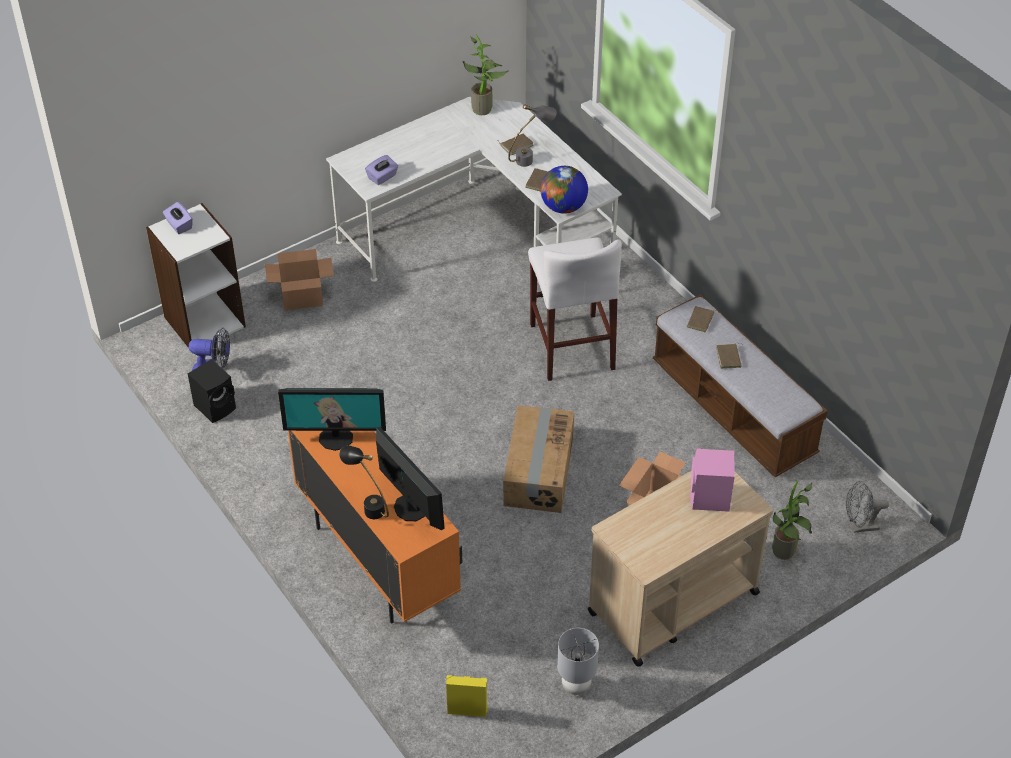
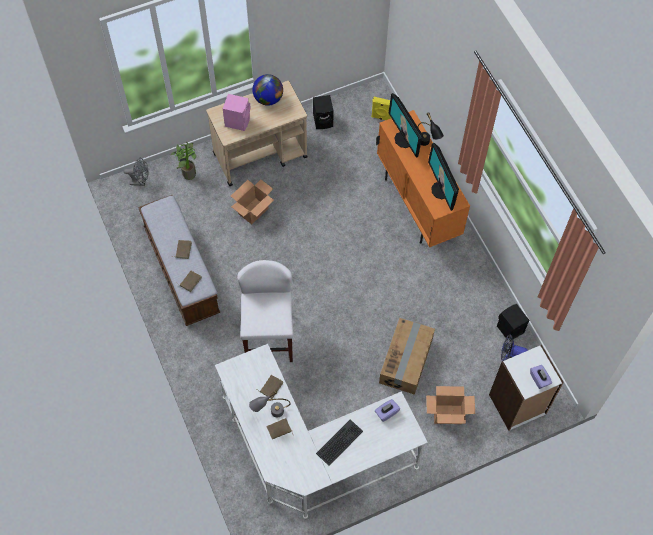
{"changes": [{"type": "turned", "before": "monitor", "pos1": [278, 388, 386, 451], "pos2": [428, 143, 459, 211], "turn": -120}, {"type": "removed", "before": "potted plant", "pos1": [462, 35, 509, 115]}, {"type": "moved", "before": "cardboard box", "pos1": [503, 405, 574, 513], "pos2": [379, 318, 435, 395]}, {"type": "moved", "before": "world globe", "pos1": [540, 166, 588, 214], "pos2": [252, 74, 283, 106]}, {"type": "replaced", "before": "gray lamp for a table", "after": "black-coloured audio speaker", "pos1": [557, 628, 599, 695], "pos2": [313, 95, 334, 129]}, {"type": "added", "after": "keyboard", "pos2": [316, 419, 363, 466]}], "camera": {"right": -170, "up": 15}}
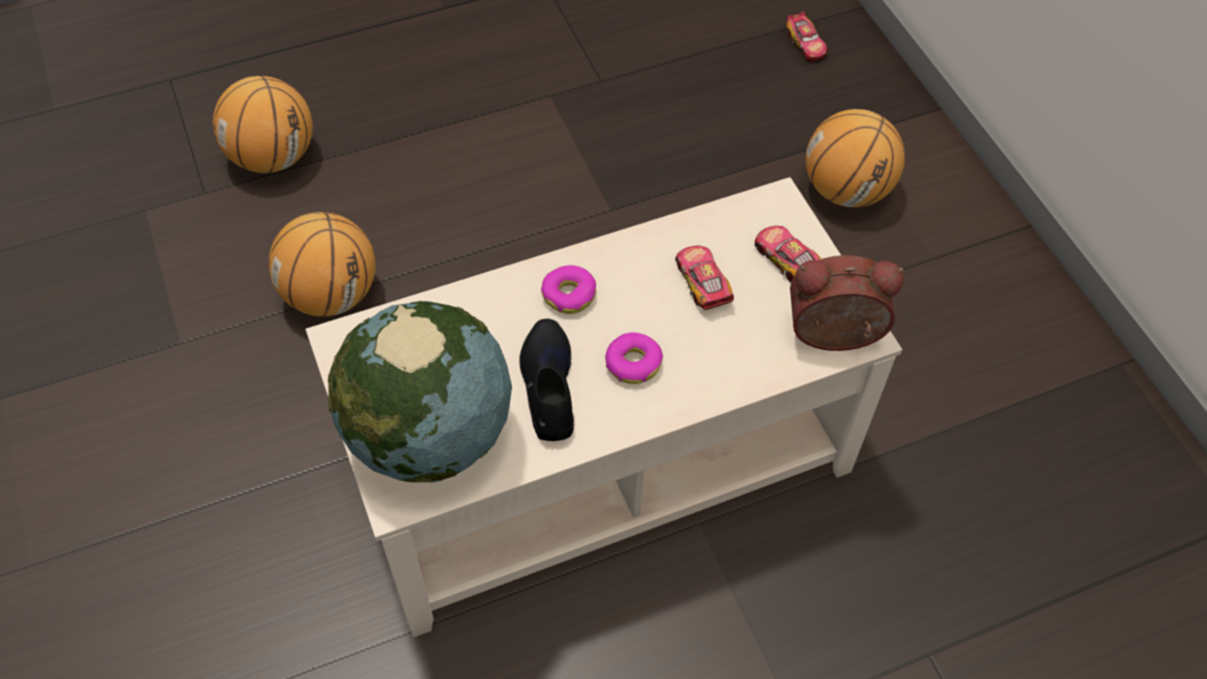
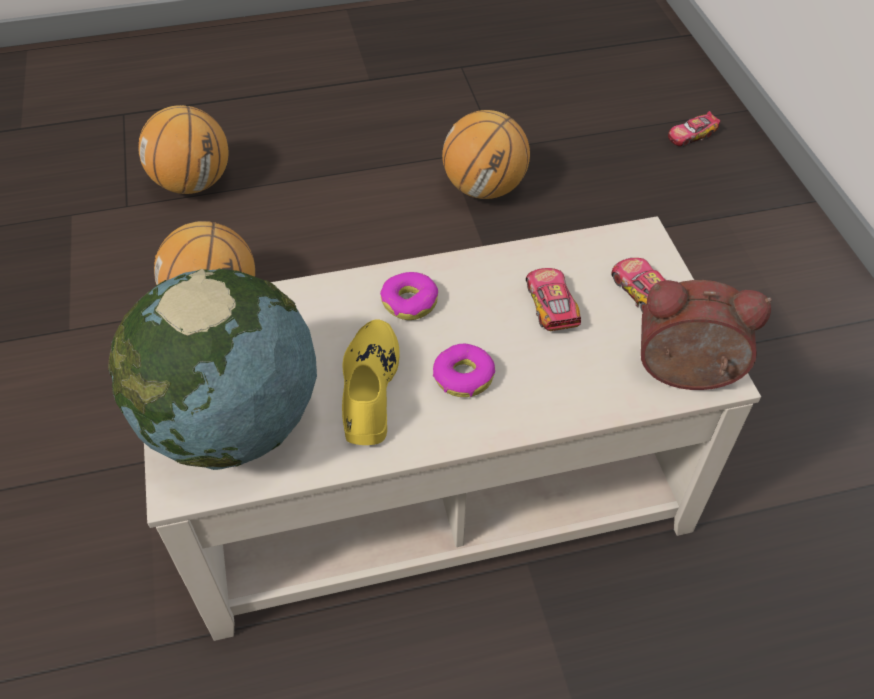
{"changes": [{"type": "recoloured", "before": "black-coloured low shoe", "after": "yellowish low shoe", "pos1": [519, 319, 574, 441], "pos2": [342, 319, 400, 445]}, {"type": "turned", "before": "toy car", "pos1": [786, 11, 827, 62], "pos2": [668, 111, 720, 146], "turn": 75}, {"type": "moved", "before": "basketball ball", "pos1": [806, 109, 905, 208], "pos2": [442, 110, 530, 199]}], "camera": {"right": 10, "up": -5}}
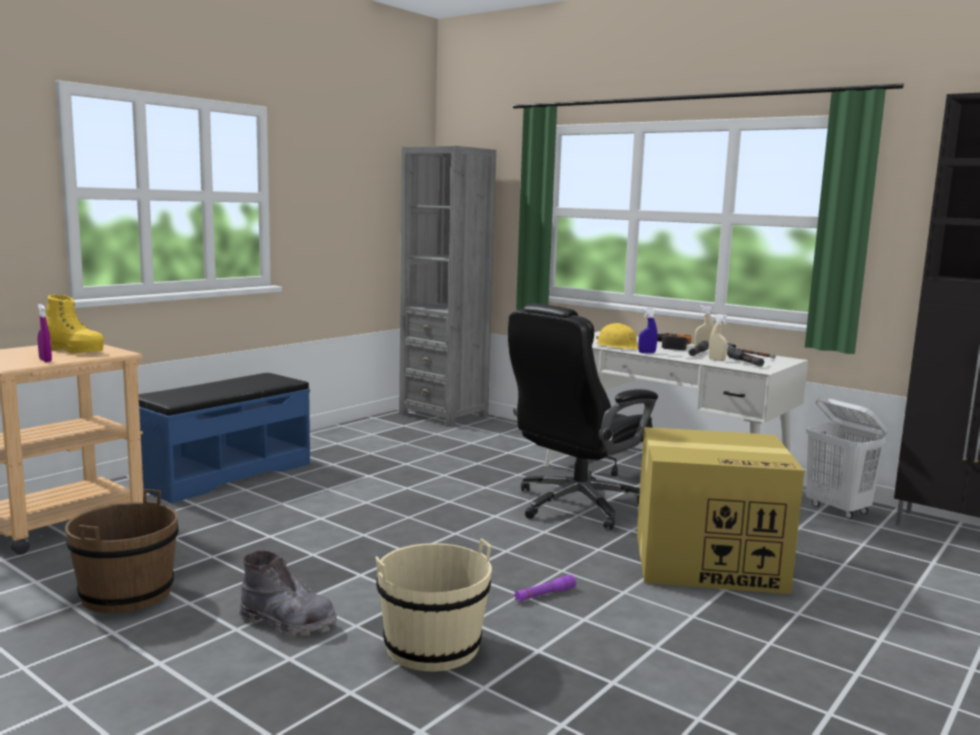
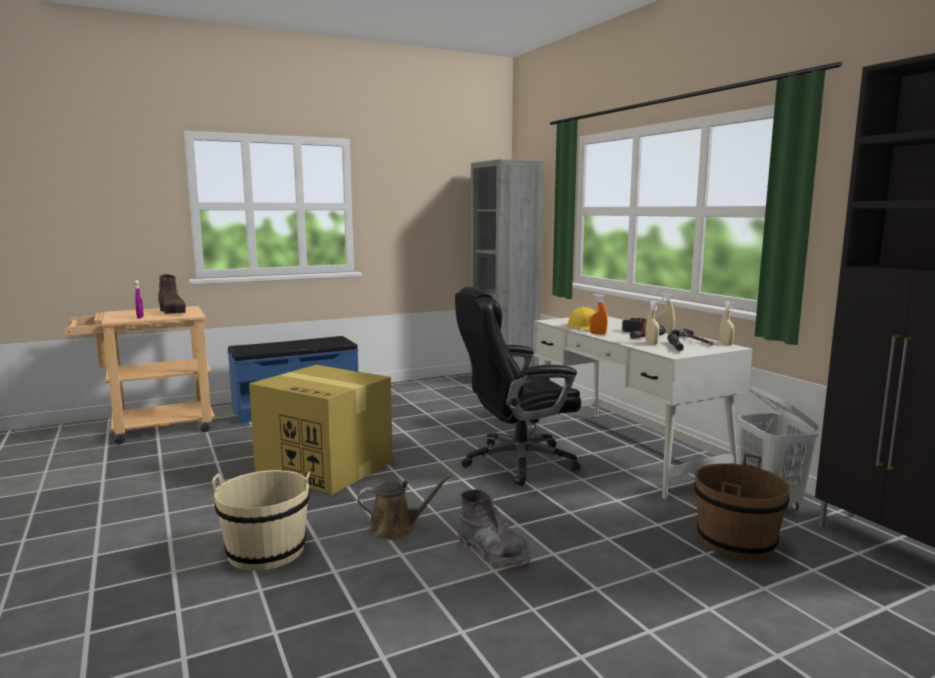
{"changes": [{"type": "recoloured", "before": "yellowish boot", "after": "brownish boot", "pos1": [46, 295, 104, 354], "pos2": [158, 274, 186, 314]}, {"type": "moved", "before": "brownish bucket", "pos1": [65, 489, 179, 613], "pos2": [694, 454, 791, 560]}, {"type": "moved", "before": "gray boot", "pos1": [239, 550, 337, 637], "pos2": [458, 489, 531, 567]}, {"type": "replaced", "before": "purplish hand torch", "after": "brownish watering can", "pos1": [514, 575, 576, 602], "pos2": [358, 474, 452, 540]}, {"type": "moved", "before": "cardboard box", "pos1": [637, 427, 805, 594], "pos2": [249, 365, 393, 494]}, {"type": "recoloured", "before": "blue-coloured hand sprayer", "after": "orange hand sprayer", "pos1": [638, 308, 658, 353], "pos2": [589, 294, 608, 335]}, {"type": "added", "after": "sand-coloured hand sprayer", "pos2": [719, 301, 734, 345]}], "camera": {"right": 25, "up": 0}}
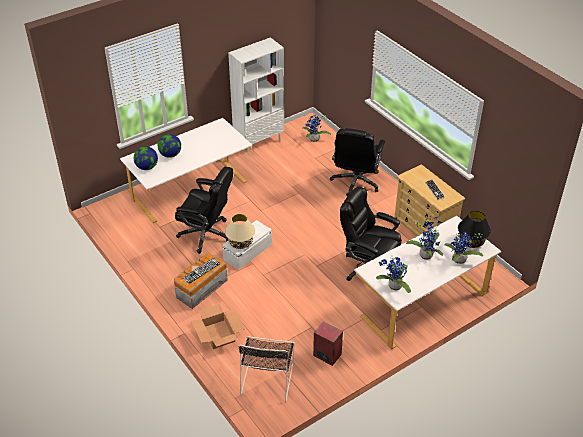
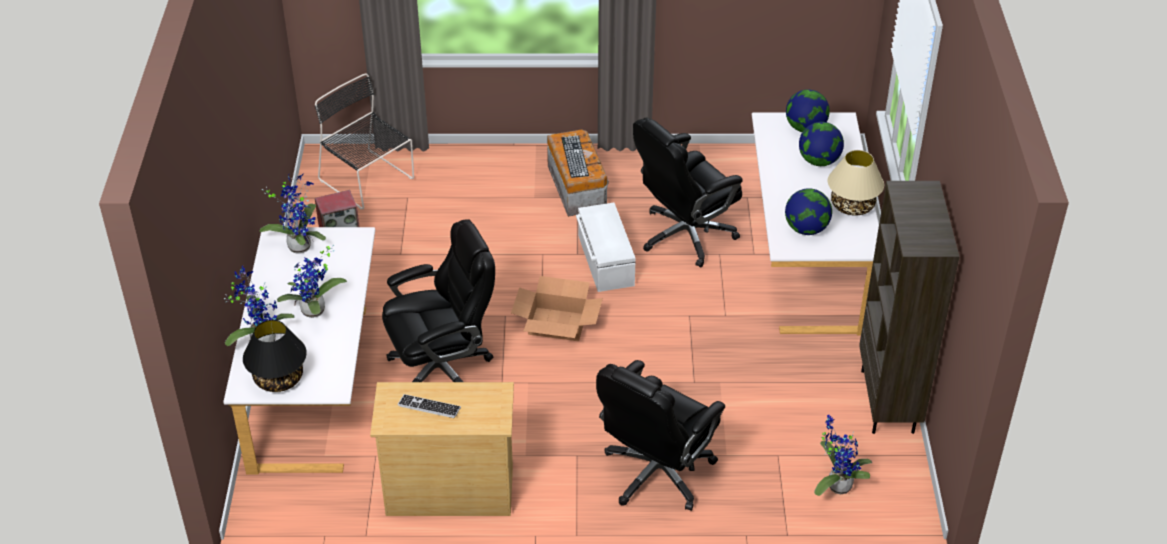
{"changes": [{"type": "moved", "before": "cardboard box", "pos1": [191, 304, 245, 349], "pos2": [511, 276, 603, 341]}, {"type": "moved", "before": "sand-coloured lamp for a table", "pos1": [225, 214, 255, 249], "pos2": [828, 150, 884, 216]}, {"type": "recoloured", "before": "white bookshelf", "after": "brownish bookshelf", "pos1": [228, 37, 284, 154], "pos2": [859, 181, 959, 434]}, {"type": "turned", "before": "black-coloured computer chair", "pos1": [330, 128, 385, 197], "pos2": [596, 360, 725, 511], "turn": -105}, {"type": "added", "after": "world globe", "pos2": [785, 188, 832, 235]}], "camera": {"right": 125, "up": 0}}
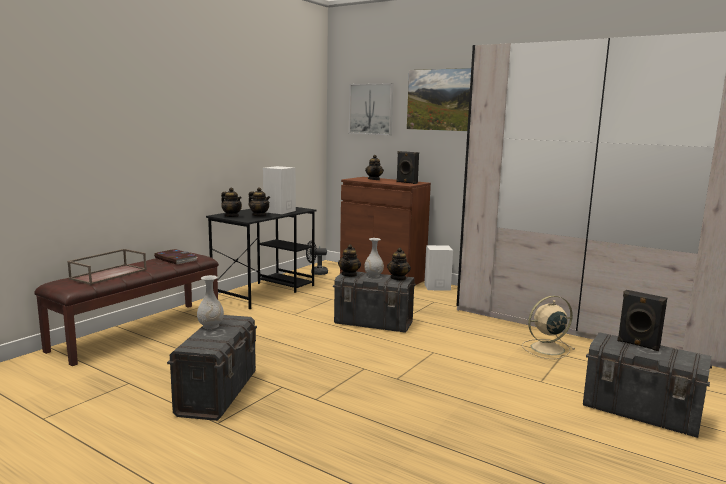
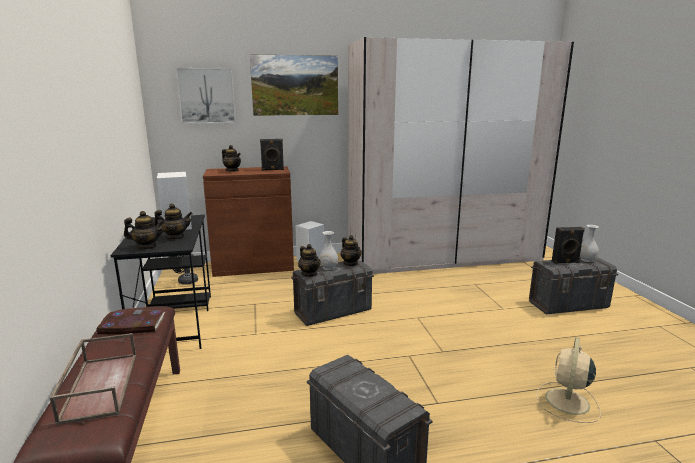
{"changes": [{"type": "moved", "before": "white flower vase", "pos1": [197, 275, 224, 329], "pos2": [580, 225, 599, 262]}, {"type": "moved", "before": "sand-coloured fan", "pos1": [522, 296, 575, 359], "pos2": [536, 338, 601, 423]}], "camera": {"right": -45, "up": 5}}
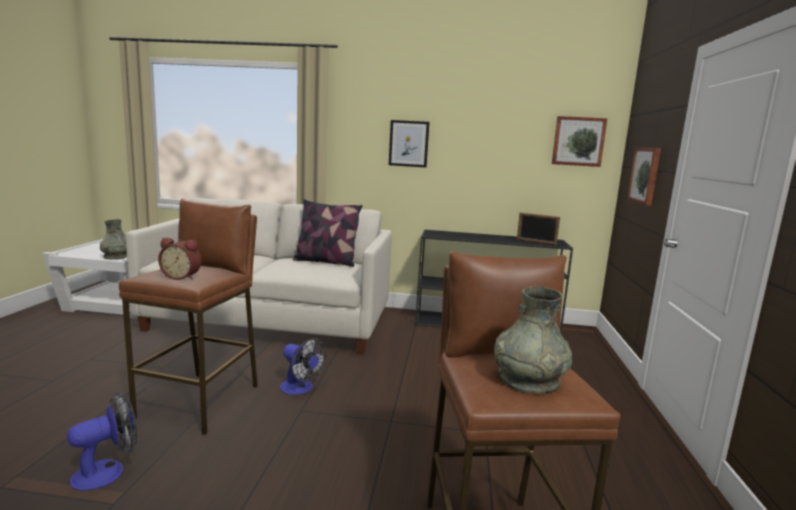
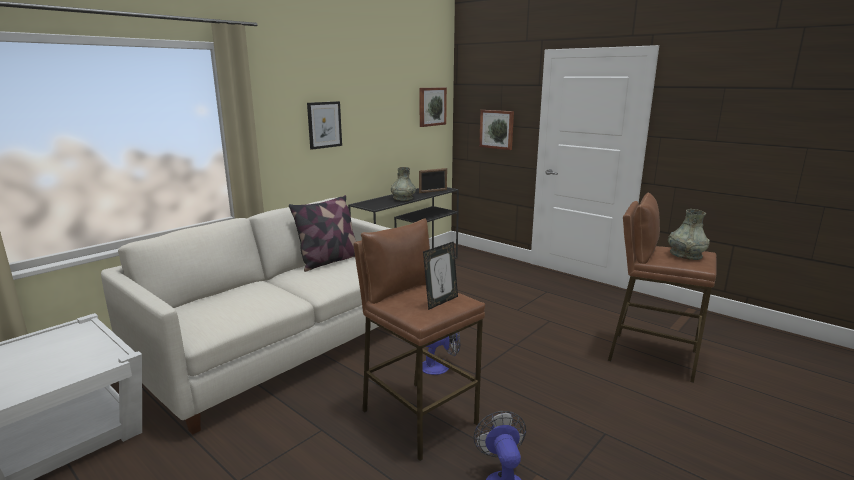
{"changes": [{"type": "moved", "before": "gray flower vase", "pos1": [100, 219, 127, 259], "pos2": [391, 167, 416, 201]}, {"type": "replaced", "before": "bedside clock", "after": "photo frame", "pos1": [158, 237, 201, 280], "pos2": [423, 242, 458, 310]}], "camera": {"right": -55, "up": 5}}
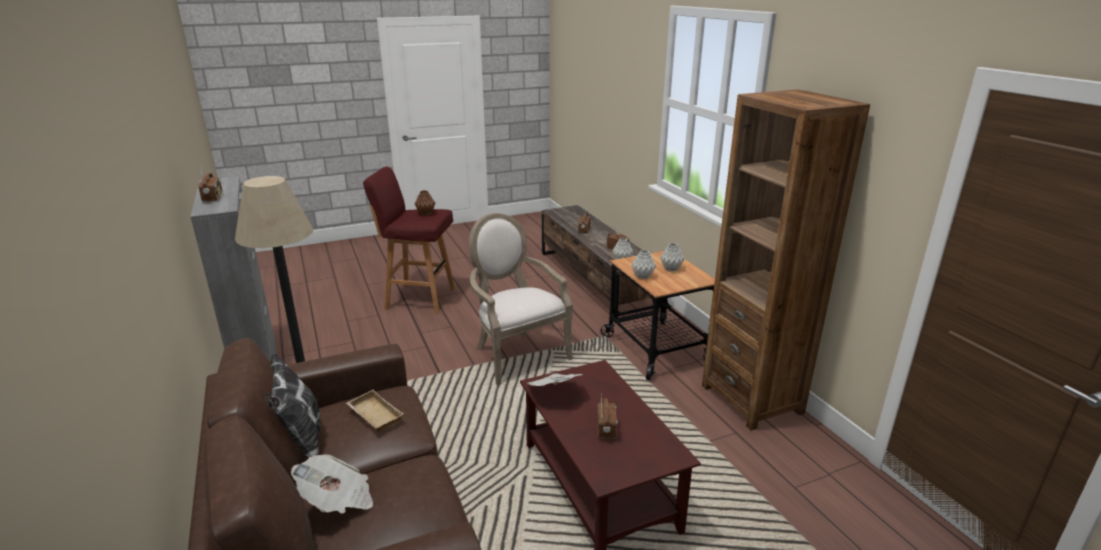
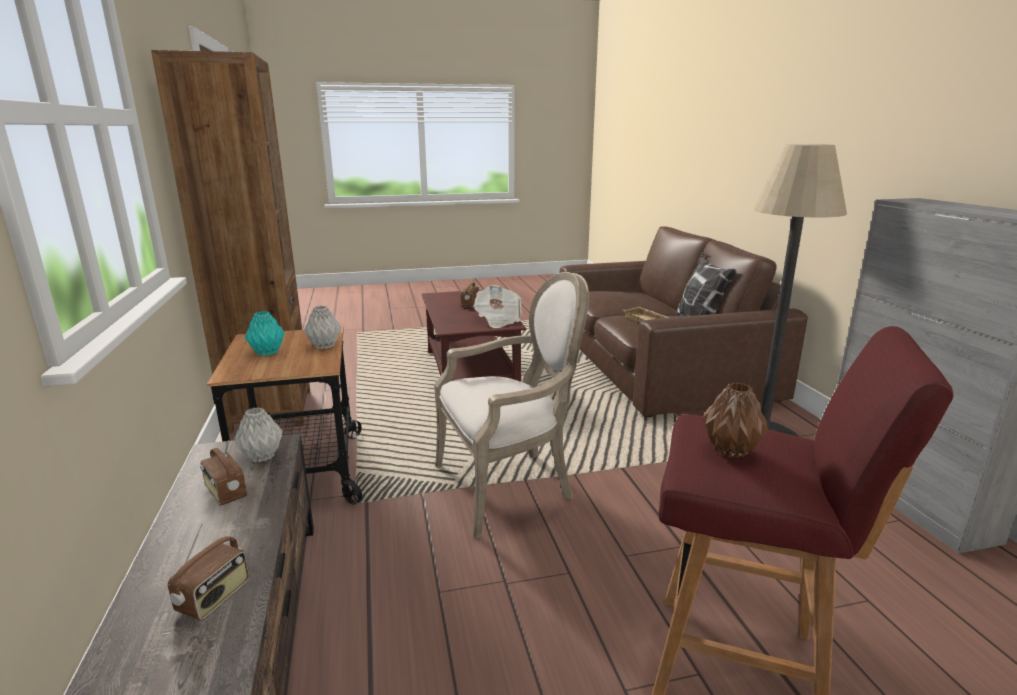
{"changes": [{"type": "removed", "before": "radio receiver", "pos1": [198, 168, 223, 202]}, {"type": "removed", "before": "newspaper", "pos1": [291, 454, 373, 513]}, {"type": "turned", "before": "lounge chair", "pos1": [469, 213, 573, 386], "pos2": [434, 272, 589, 539], "turn": -90}, {"type": "recoloured", "before": "gray flower vase", "after": "turquoise flower vase", "pos1": [660, 243, 684, 271], "pos2": [245, 311, 285, 356]}], "camera": {"right": -170, "up": -5}}
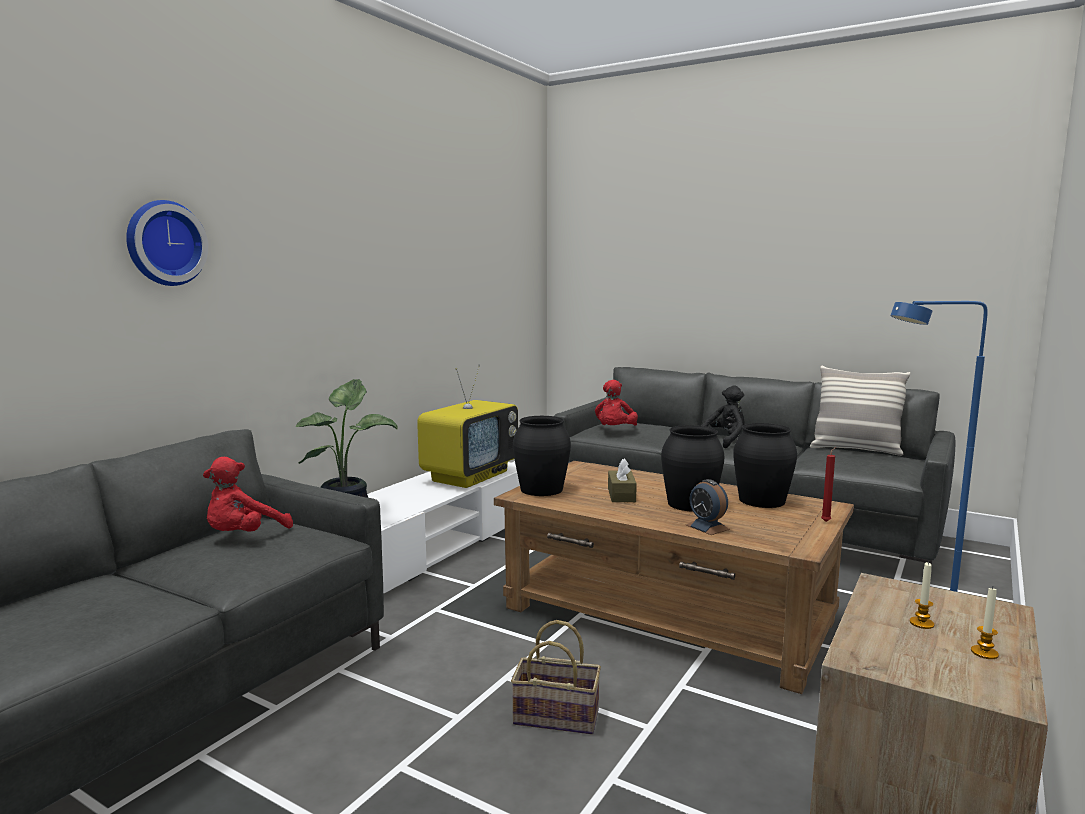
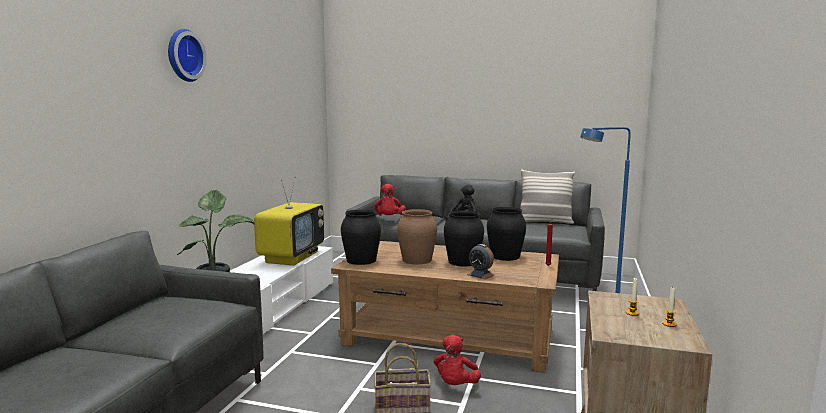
{"changes": [{"type": "moved", "before": "hanging clock", "pos1": [126, 200, 208, 286], "pos2": [168, 29, 206, 82]}, {"type": "moved", "before": "reddish plush toy", "pos1": [203, 457, 293, 531], "pos2": [434, 335, 481, 385]}, {"type": "replaced", "before": "brownish box of tissues", "after": "brownish flower vase", "pos1": [608, 458, 637, 502], "pos2": [397, 209, 437, 264]}], "camera": {"right": -15, "up": 0}}
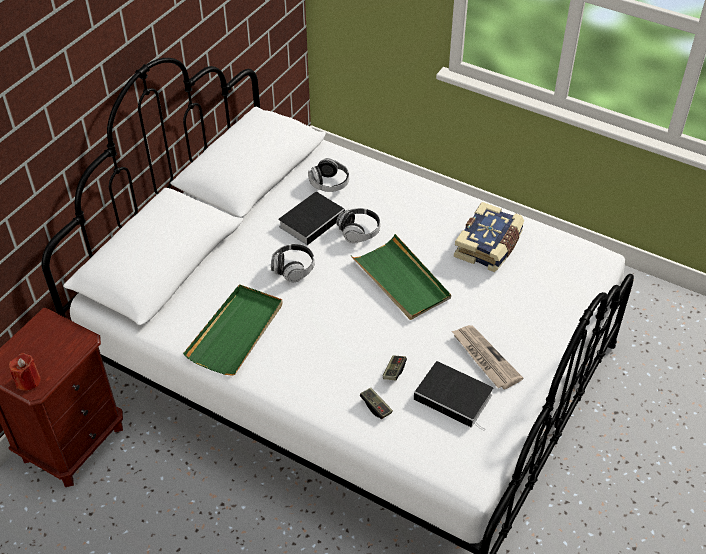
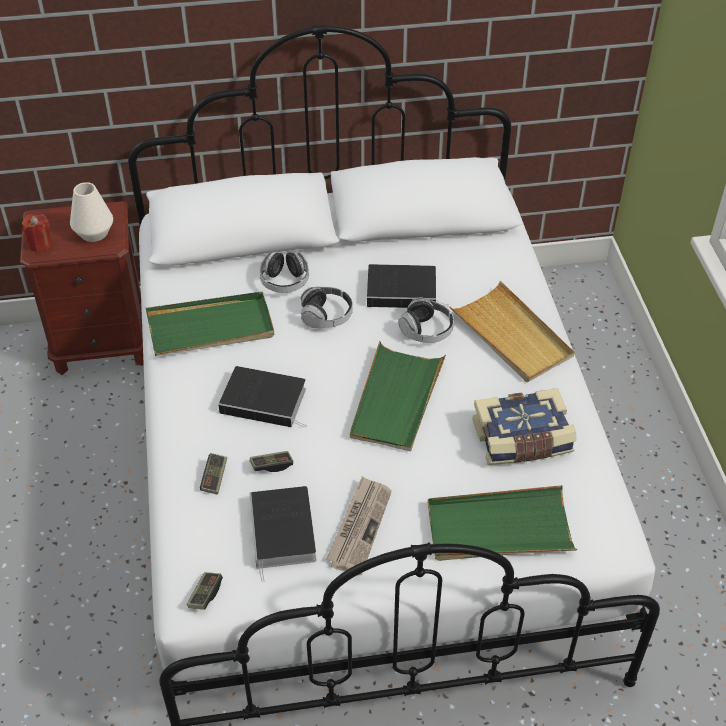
{"changes": [{"type": "moved", "before": "headphones", "pos1": [308, 158, 349, 192], "pos2": [260, 252, 309, 293]}, {"type": "added", "after": "white flower vase", "pos2": [70, 182, 113, 242]}, {"type": "added", "after": "game controller", "pos2": [187, 572, 223, 610]}, {"type": "added", "after": "book", "pos2": [218, 366, 308, 427]}, {"type": "added", "after": "green carrying tray", "pos2": [428, 485, 577, 561]}, {"type": "added", "after": "sand-coloured carrying tray", "pos2": [449, 281, 575, 382]}], "camera": {"right": 50, "up": 0}}
